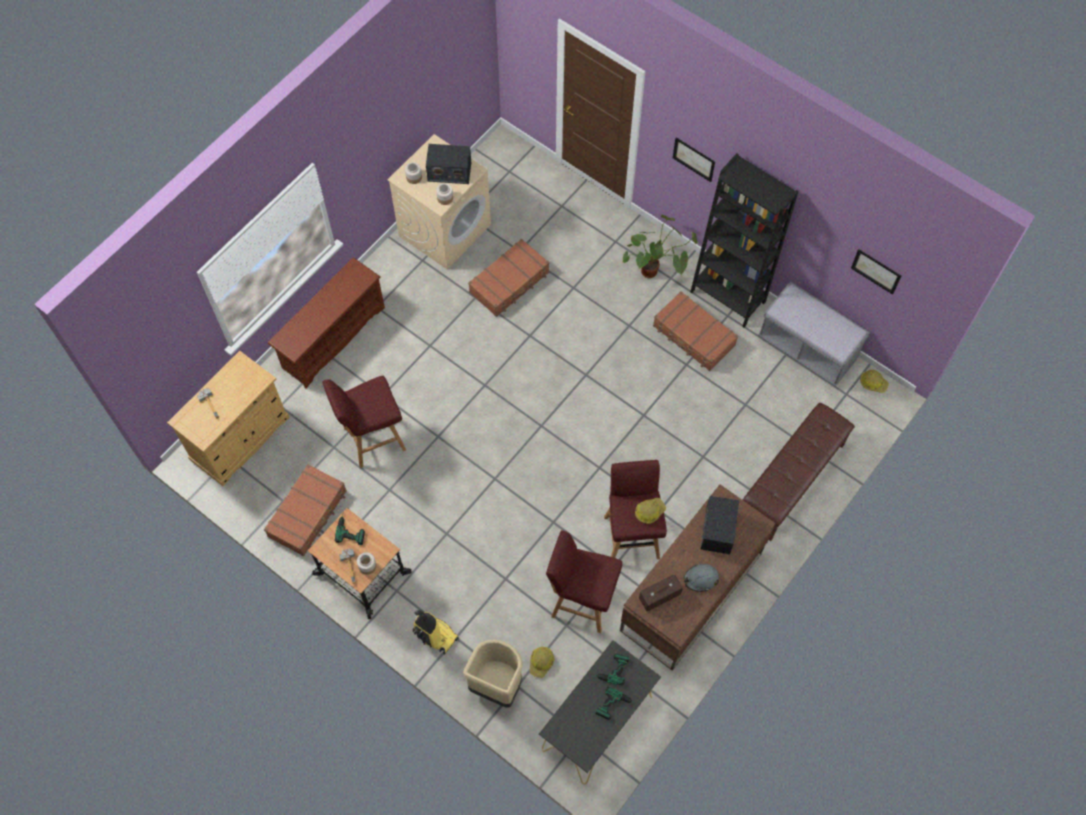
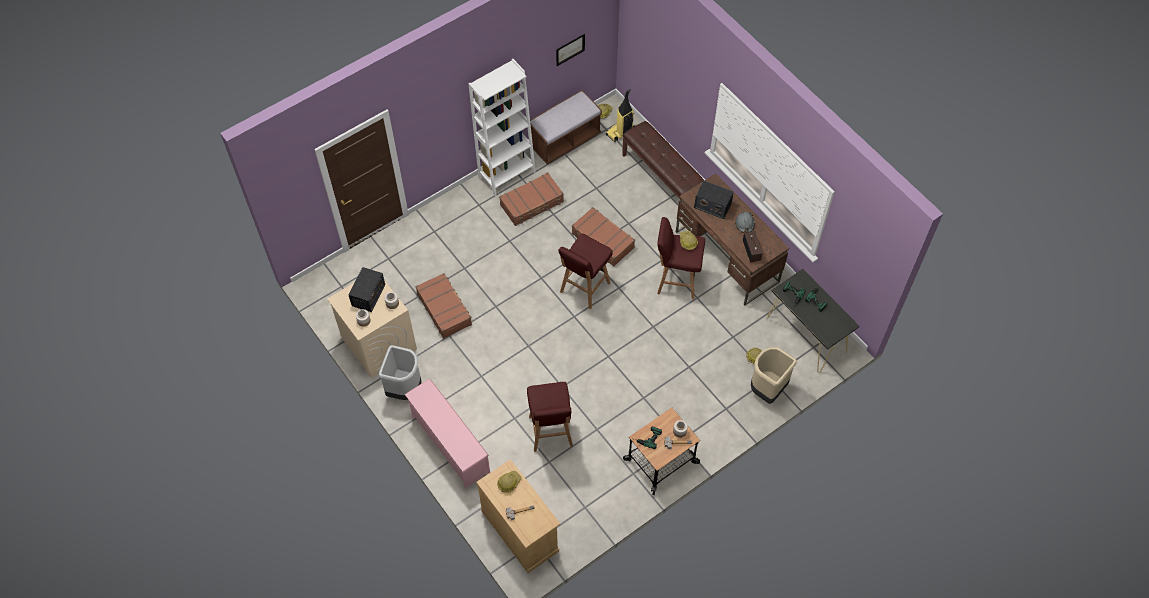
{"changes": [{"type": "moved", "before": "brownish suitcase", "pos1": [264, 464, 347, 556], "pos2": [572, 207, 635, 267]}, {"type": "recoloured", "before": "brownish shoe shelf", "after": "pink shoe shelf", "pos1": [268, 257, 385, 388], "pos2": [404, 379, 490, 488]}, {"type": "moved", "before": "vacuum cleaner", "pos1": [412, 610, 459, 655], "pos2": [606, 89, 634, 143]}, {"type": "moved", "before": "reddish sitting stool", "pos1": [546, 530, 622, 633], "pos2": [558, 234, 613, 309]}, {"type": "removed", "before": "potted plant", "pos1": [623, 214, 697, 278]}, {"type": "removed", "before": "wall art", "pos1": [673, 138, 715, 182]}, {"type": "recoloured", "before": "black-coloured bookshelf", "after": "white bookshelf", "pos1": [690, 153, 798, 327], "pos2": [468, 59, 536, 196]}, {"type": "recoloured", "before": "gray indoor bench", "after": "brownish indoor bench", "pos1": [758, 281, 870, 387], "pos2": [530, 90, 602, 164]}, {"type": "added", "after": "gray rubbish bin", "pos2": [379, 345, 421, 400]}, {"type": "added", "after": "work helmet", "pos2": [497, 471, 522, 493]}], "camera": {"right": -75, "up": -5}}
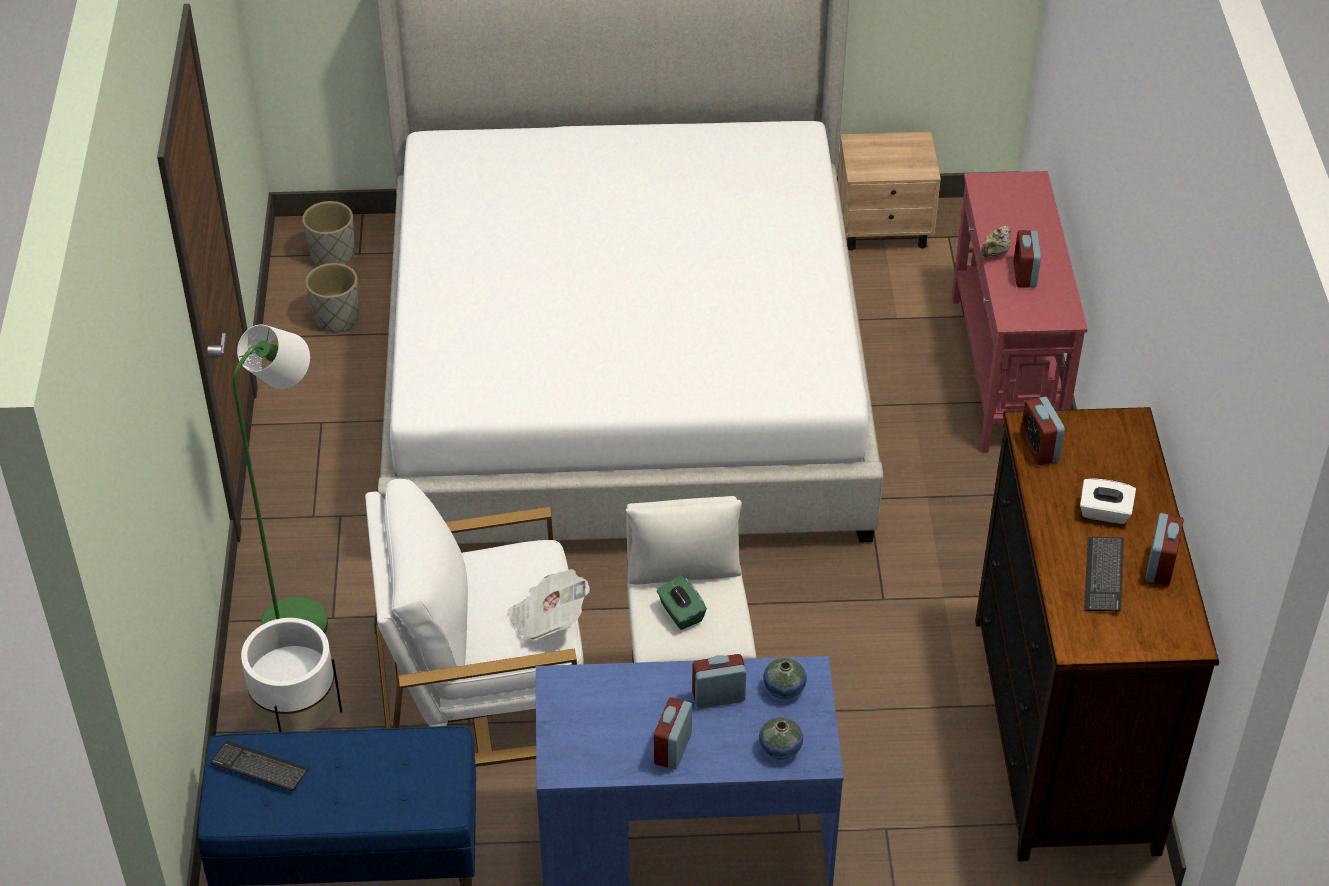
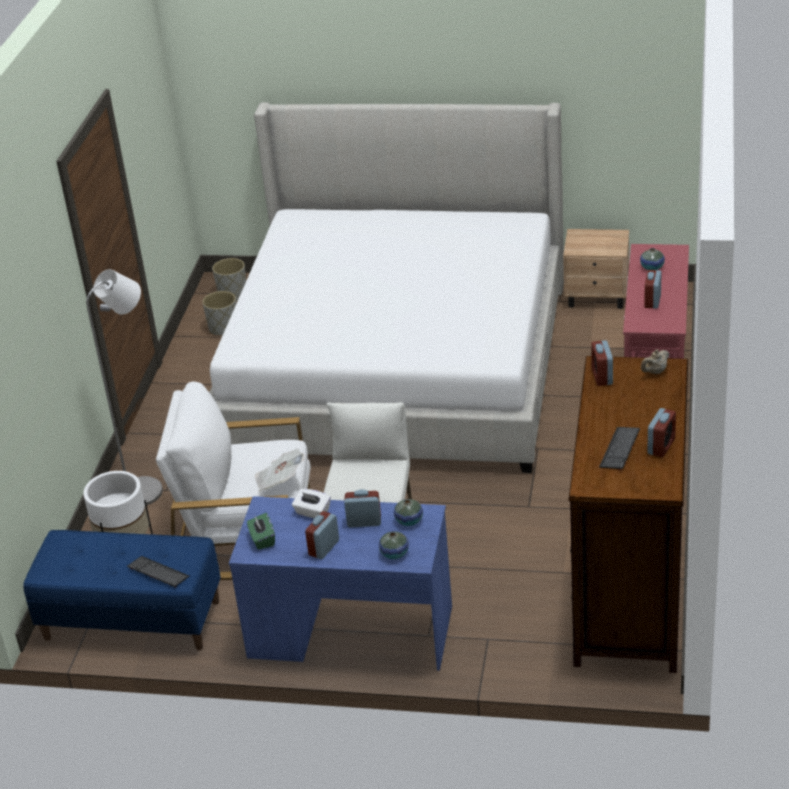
{"changes": [{"type": "moved", "before": "keyboard", "pos1": [210, 741, 310, 791], "pos2": [127, 556, 189, 588]}, {"type": "recoloured", "before": "green floor lamp", "after": "gray floor lamp", "pos1": [232, 325, 328, 634], "pos2": [86, 269, 163, 505]}, {"type": "moved", "before": "green box of tissues", "pos1": [657, 575, 707, 630], "pos2": [247, 513, 275, 550]}, {"type": "moved", "before": "sand-coloured teapot", "pos1": [981, 226, 1011, 257], "pos2": [641, 350, 669, 374]}, {"type": "moved", "before": "white box of tissues", "pos1": [1080, 479, 1136, 524], "pos2": [292, 489, 331, 518]}, {"type": "added", "after": "flower vase", "pos2": [640, 248, 665, 270]}], "camera": {"right": 15, "up": -10}}
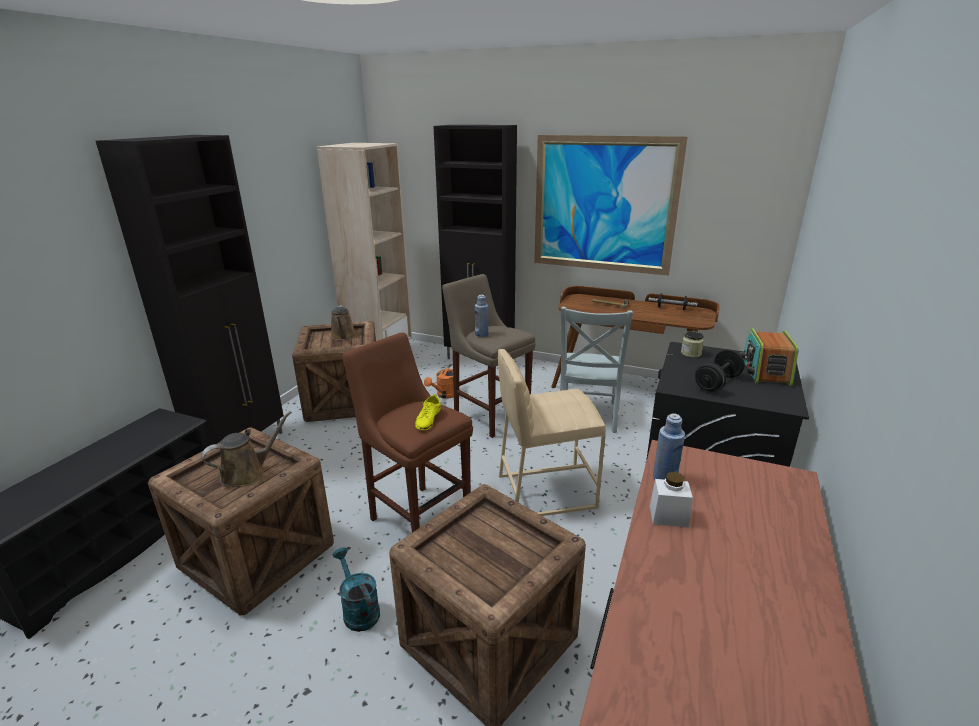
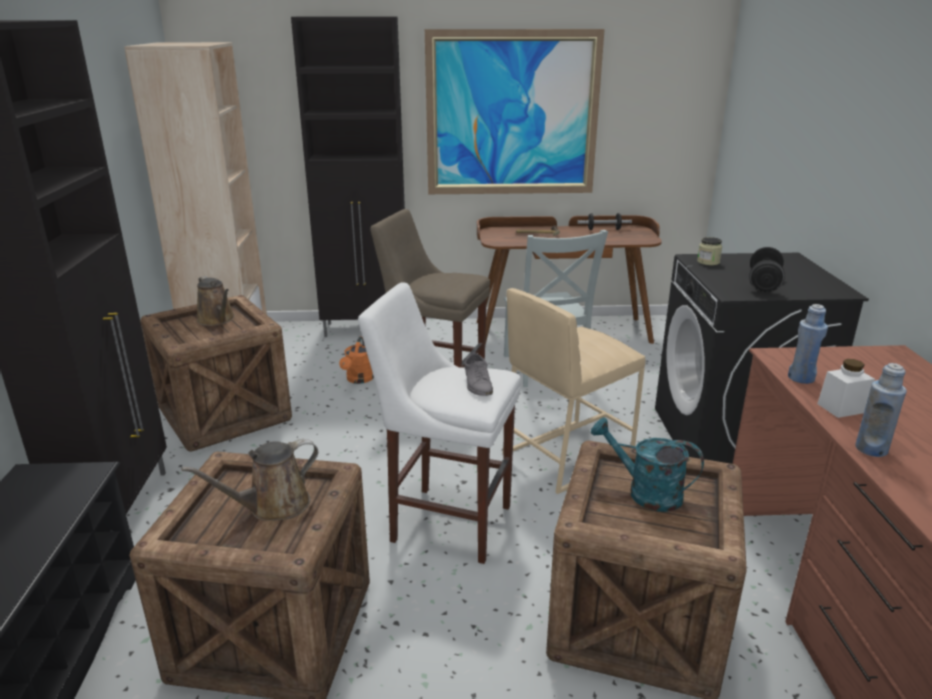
{"changes": [{"type": "turned", "before": "brownish watering can", "pos1": [201, 411, 292, 487], "pos2": [181, 439, 318, 521], "turn": -150}, {"type": "moved", "before": "turquoise watering can", "pos1": [332, 547, 380, 632], "pos2": [591, 417, 704, 512]}, {"type": "recoloured", "before": "brownish sitting stool", "after": "white sitting stool", "pos1": [342, 332, 473, 533], "pos2": [358, 282, 521, 564]}, {"type": "recoloured", "before": "yellowish low shoe", "after": "gray low shoe", "pos1": [415, 394, 441, 430], "pos2": [464, 352, 493, 396]}, {"type": "moved", "before": "blue-coloured drink bottle", "pos1": [475, 295, 488, 337], "pos2": [855, 363, 907, 457]}, {"type": "removed", "before": "radio receiver", "pos1": [739, 328, 798, 386]}], "camera": {"right": -25, "up": 0}}
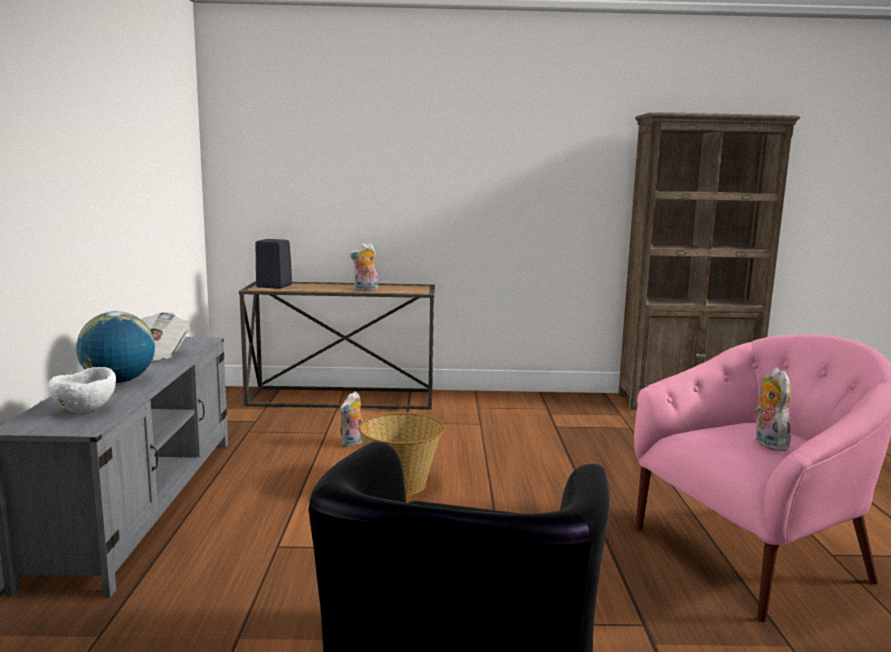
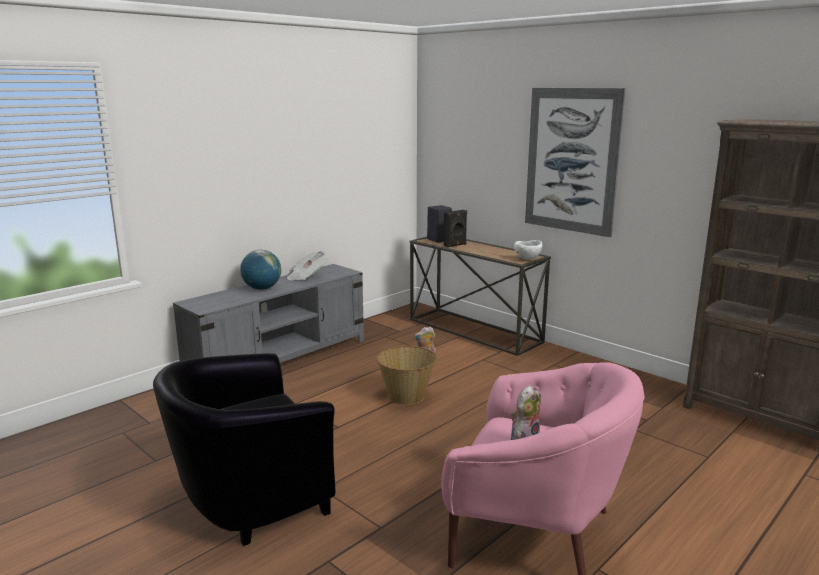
{"changes": [{"type": "moved", "before": "white serving bowl", "pos1": [49, 367, 116, 413], "pos2": [514, 240, 542, 260]}, {"type": "removed", "before": "plush toy", "pos1": [350, 243, 378, 291]}, {"type": "added", "after": "black-coloured audio speaker", "pos2": [444, 210, 467, 248]}, {"type": "added", "after": "wall art", "pos2": [525, 88, 626, 237]}], "camera": {"right": 45, "up": 5}}
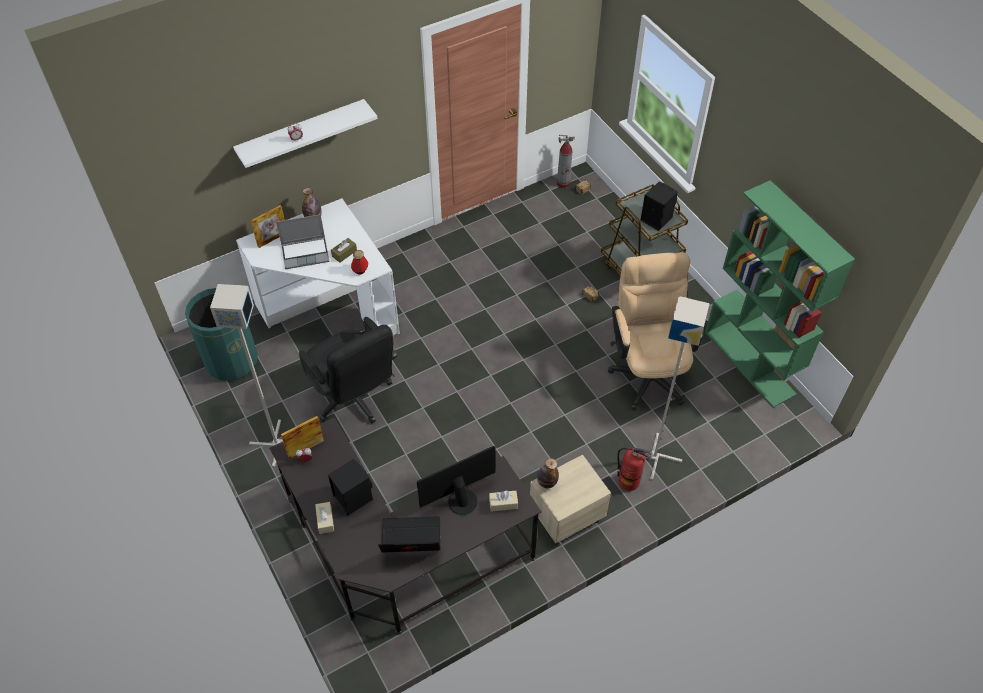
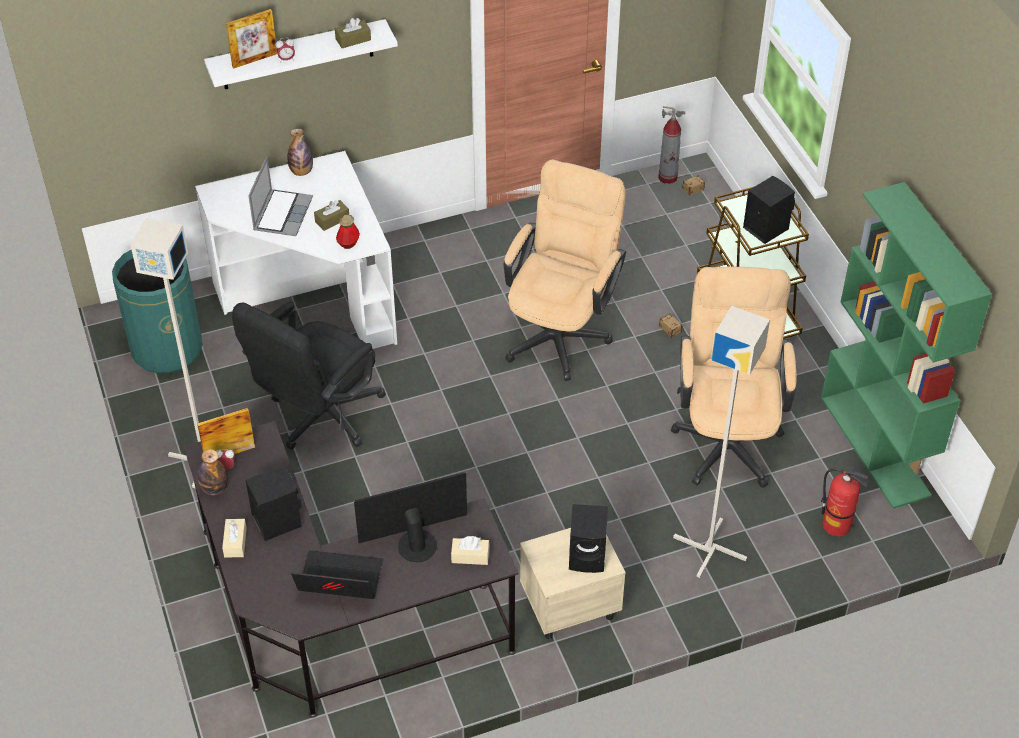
{"changes": [{"type": "moved", "before": "photo frame", "pos1": [251, 205, 285, 248], "pos2": [226, 9, 277, 68]}, {"type": "turned", "before": "portable computer", "pos1": [276, 214, 329, 269], "pos2": [248, 157, 313, 236], "turn": -75}, {"type": "turned", "before": "black-coloured computer chair", "pos1": [299, 317, 397, 424], "pos2": [232, 302, 386, 450], "turn": 60}, {"type": "moved", "before": "drink bottle", "pos1": [537, 458, 559, 489], "pos2": [198, 449, 228, 495]}, {"type": "moved", "before": "extinguisher", "pos1": [617, 447, 651, 491], "pos2": [821, 469, 868, 536]}, {"type": "added", "after": "brownish box of tissues", "pos2": [335, 18, 371, 48]}, {"type": "added", "after": "sand-coloured computer chair", "pos2": [504, 160, 626, 381]}, {"type": "added", "after": "black-coloured audio speaker", "pos2": [569, 504, 608, 573]}], "camera": {"right": 10, "up": -5}}
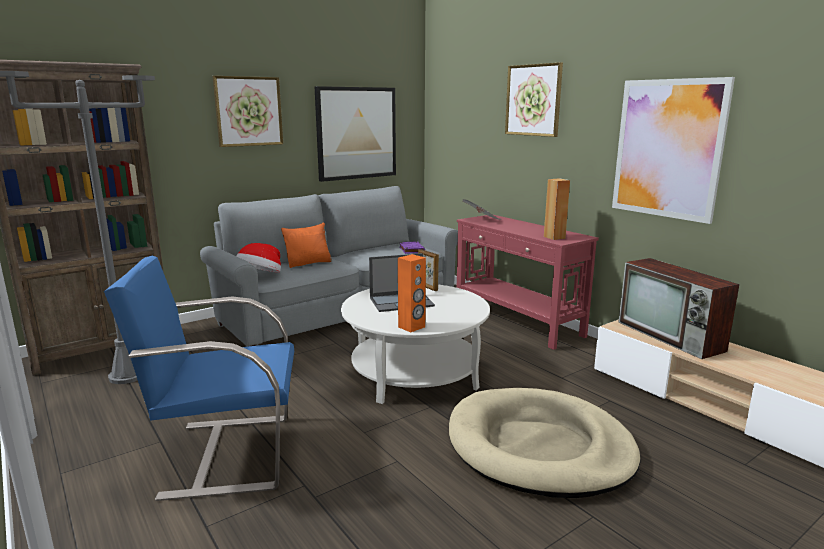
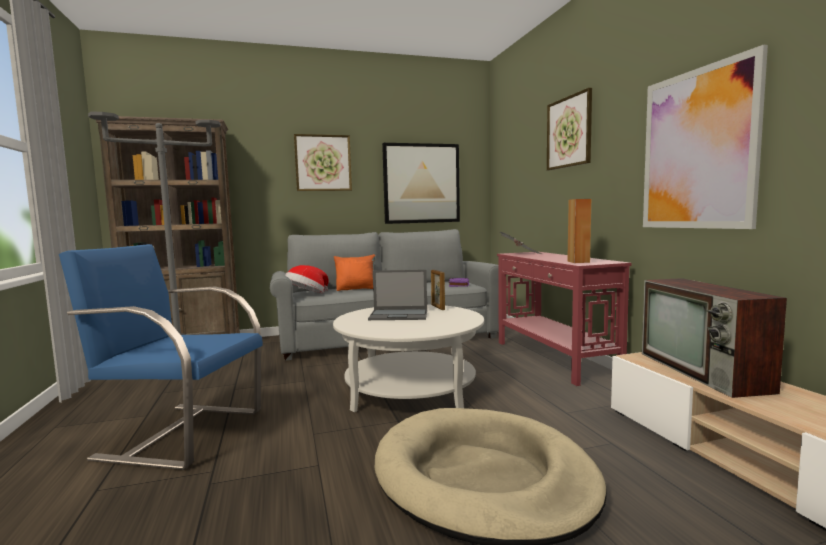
{"changes": [{"type": "removed", "before": "orange audio speaker", "pos1": [398, 254, 426, 332]}], "camera": {"right": 20, "up": -10}}
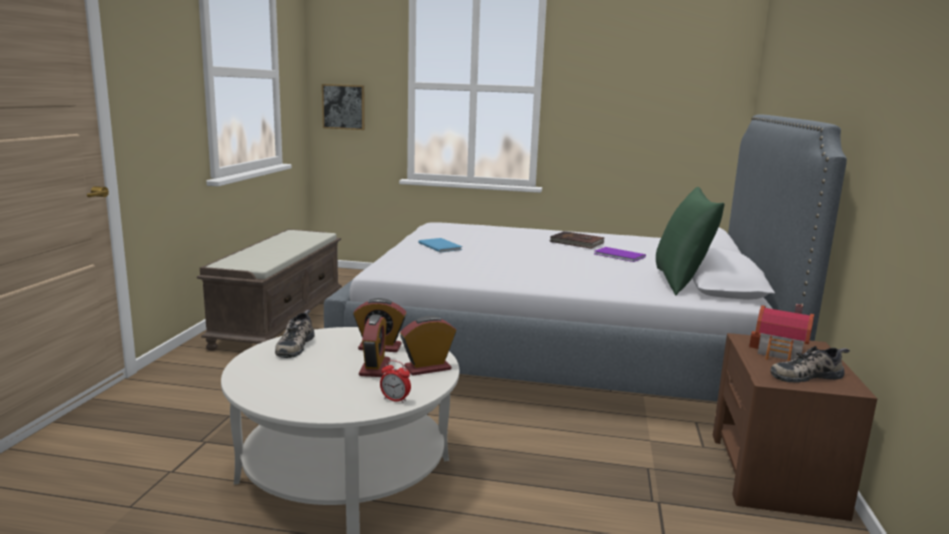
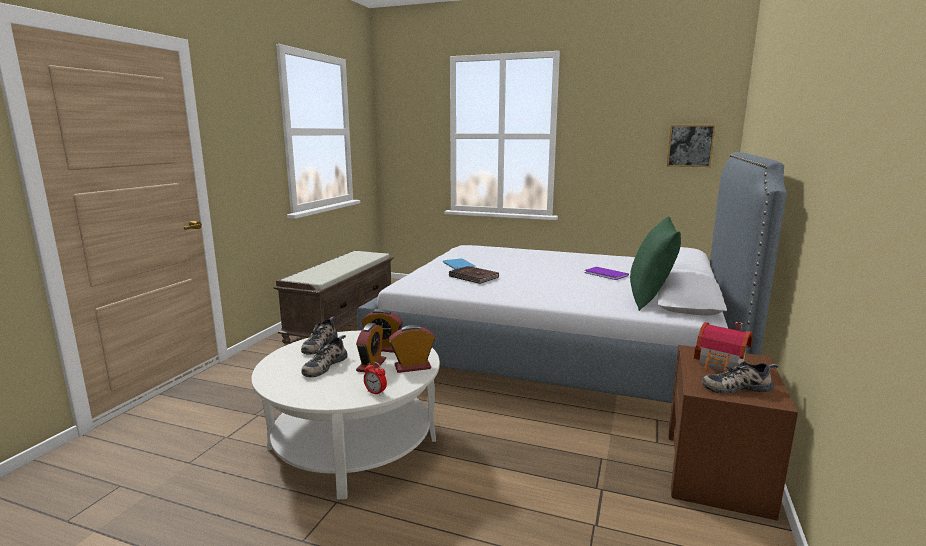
{"changes": [{"type": "moved", "before": "wall art", "pos1": [322, 84, 365, 130], "pos2": [667, 125, 716, 167]}, {"type": "moved", "before": "brownish book", "pos1": [550, 231, 605, 249], "pos2": [448, 266, 499, 284]}, {"type": "added", "after": "low shoe", "pos2": [301, 335, 347, 377]}], "camera": {"right": 10, "up": 0}}
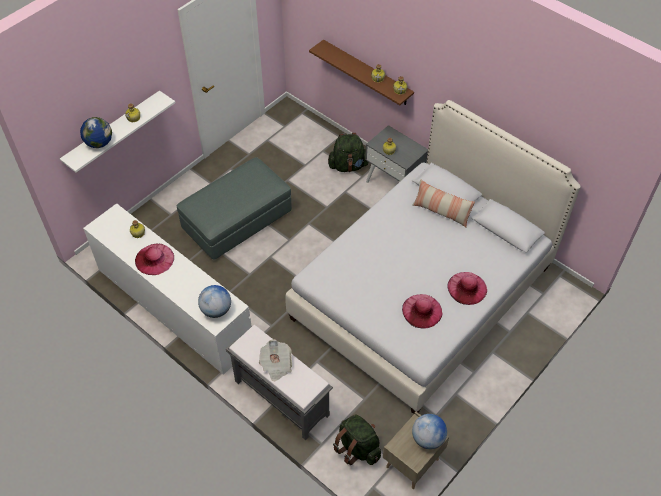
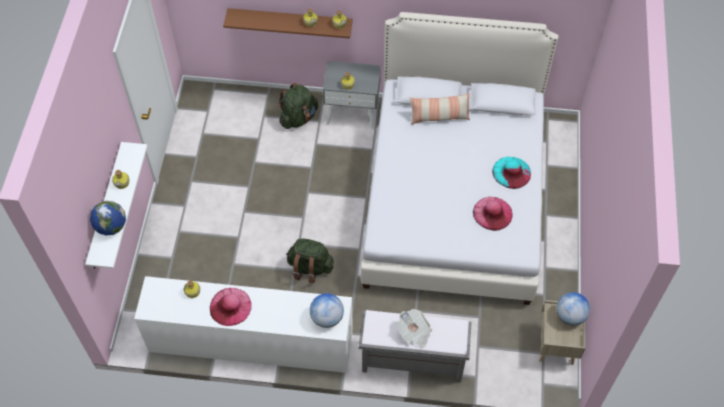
{"changes": [{"type": "removed", "before": "gray footrest", "pos1": [177, 157, 292, 260]}, {"type": "moved", "before": "green backpack", "pos1": [333, 415, 381, 465], "pos2": [286, 238, 334, 283]}, {"type": "recoloured", "before": "pink clothing hat", "after": "turquoise clothing hat", "pos1": [447, 272, 487, 305], "pos2": [492, 157, 531, 189]}], "camera": {"right": -35, "up": 5}}
